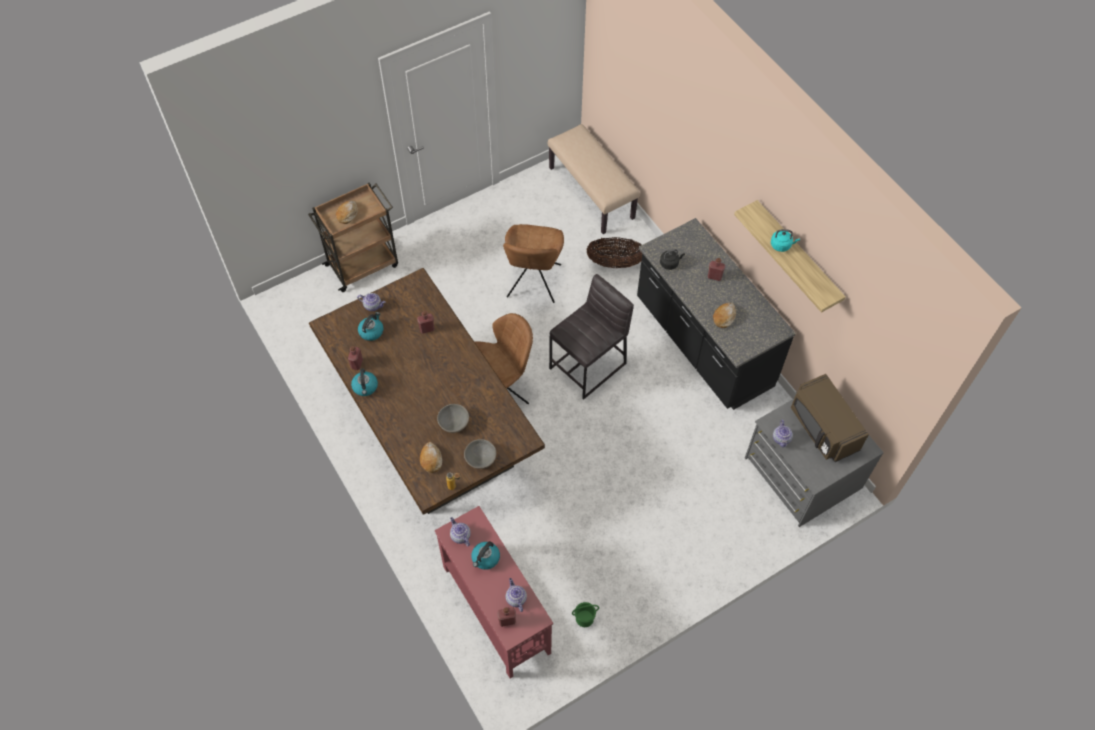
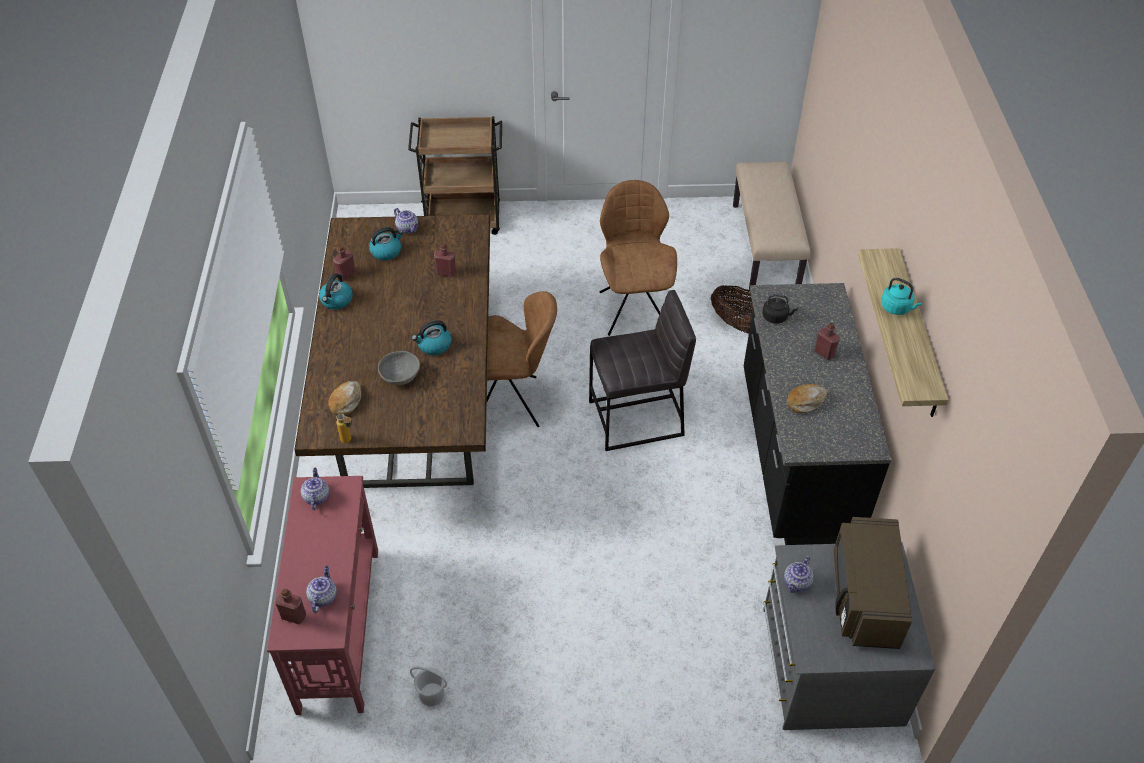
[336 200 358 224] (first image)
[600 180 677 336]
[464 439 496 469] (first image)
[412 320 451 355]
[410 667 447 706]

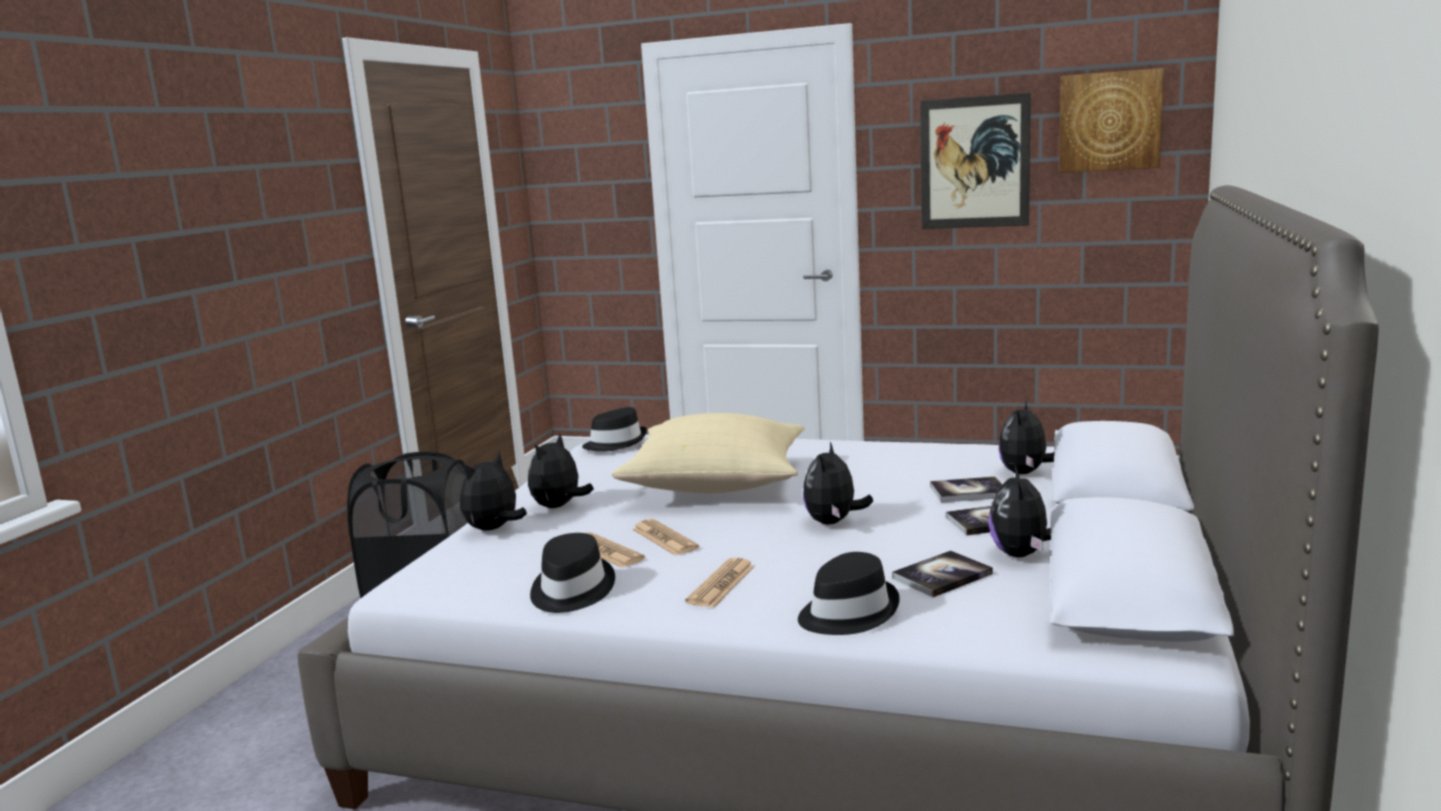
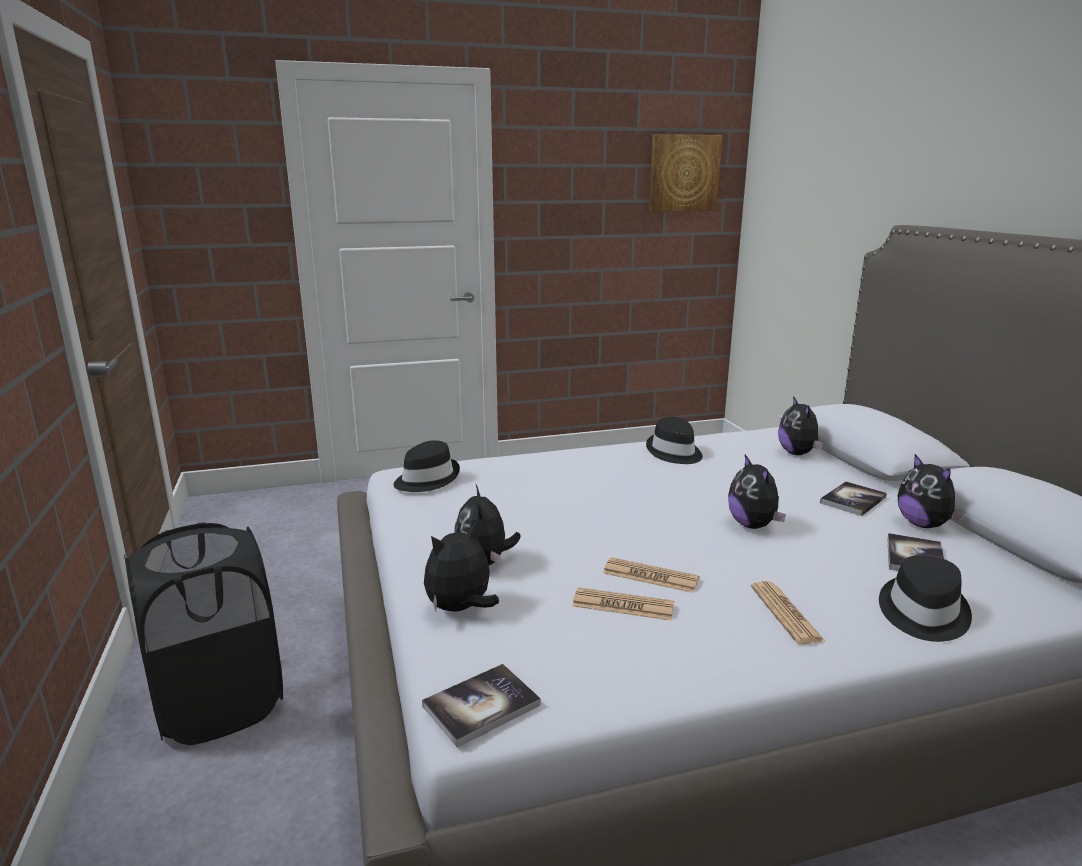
[920 93 1031 229] (first image)
[612 413 805 493] (first image)
[424 522 499 612]
[422 664 541 747]
[646 417 703 464]

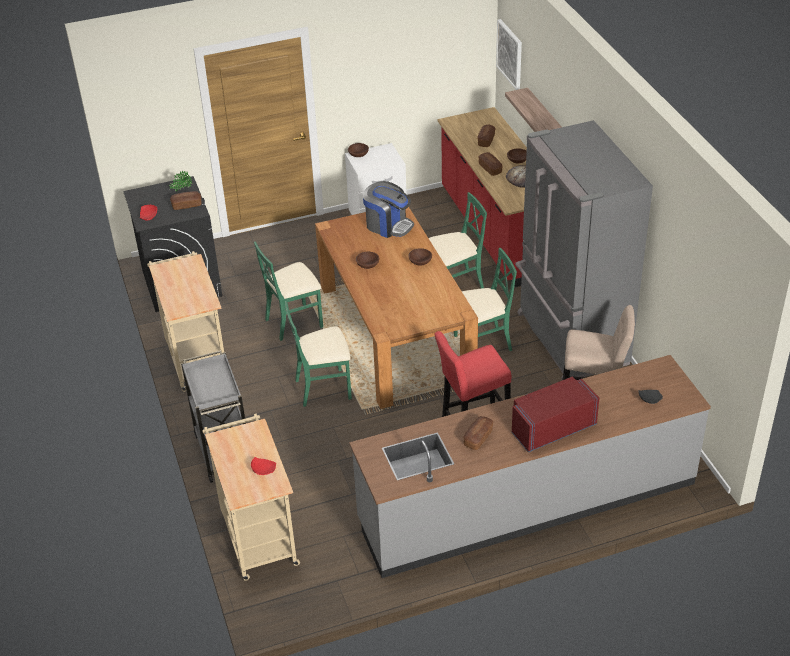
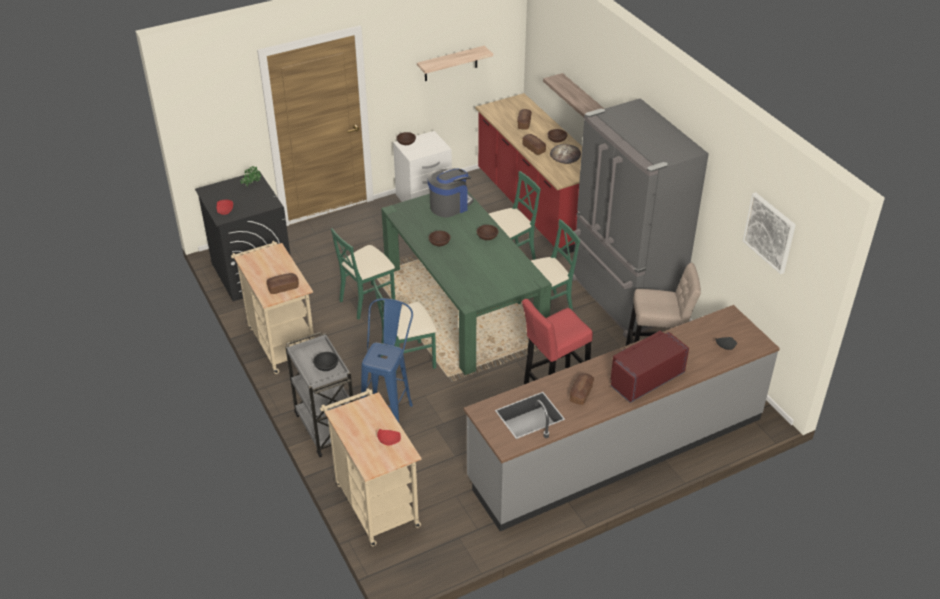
[743 192 796 274]
[427 168 474 217]
[266 273 299 294]
[381 191 552 375]
[417 46 493 81]
[361 298 413 423]
[313 352 339 371]

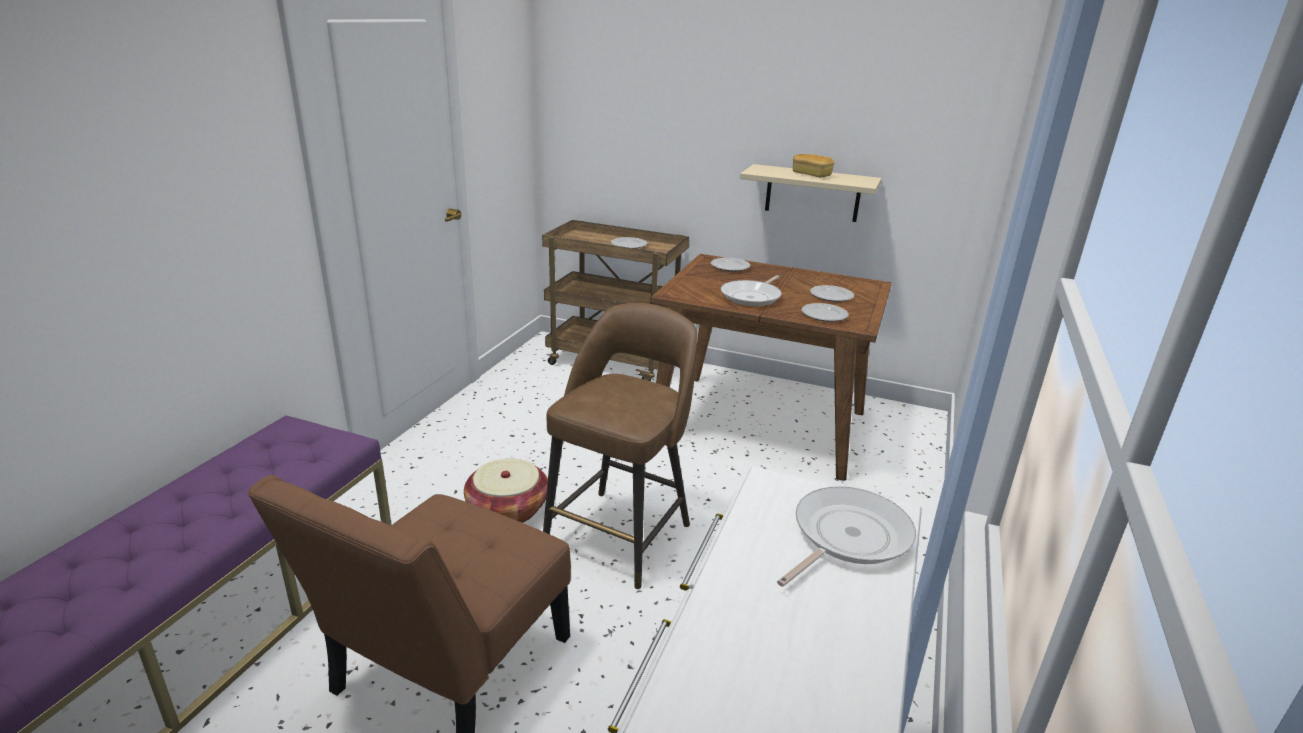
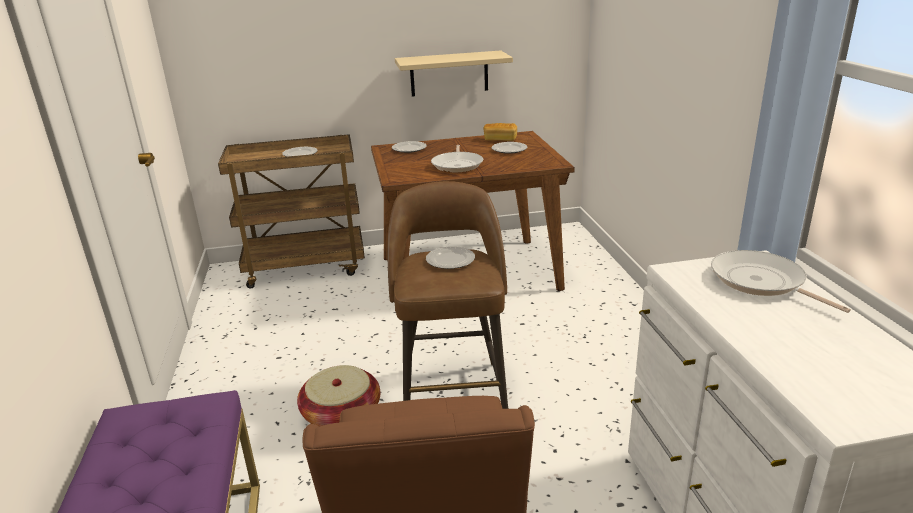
[483 123 517 141]
[426 246 475 269]
[711 250 851 313]

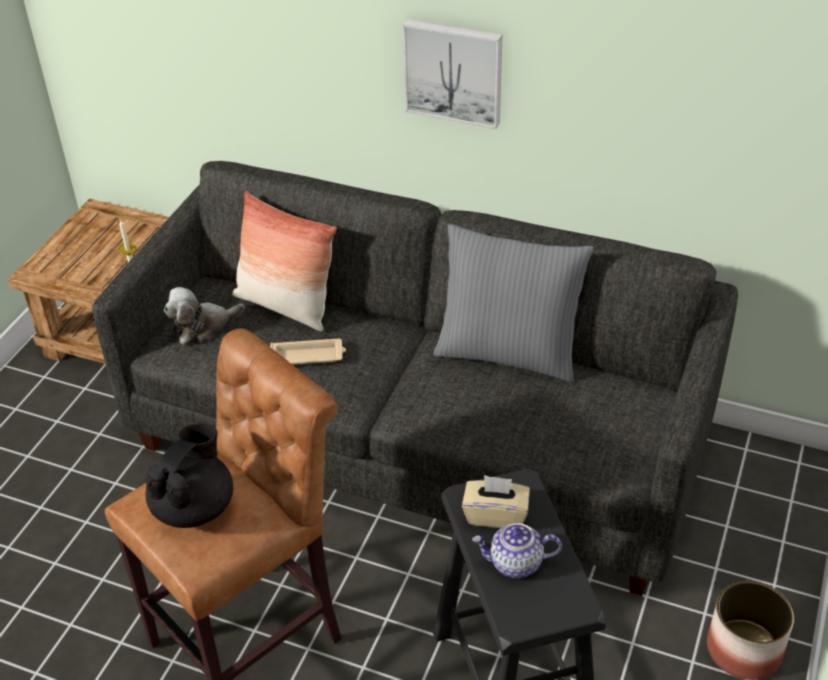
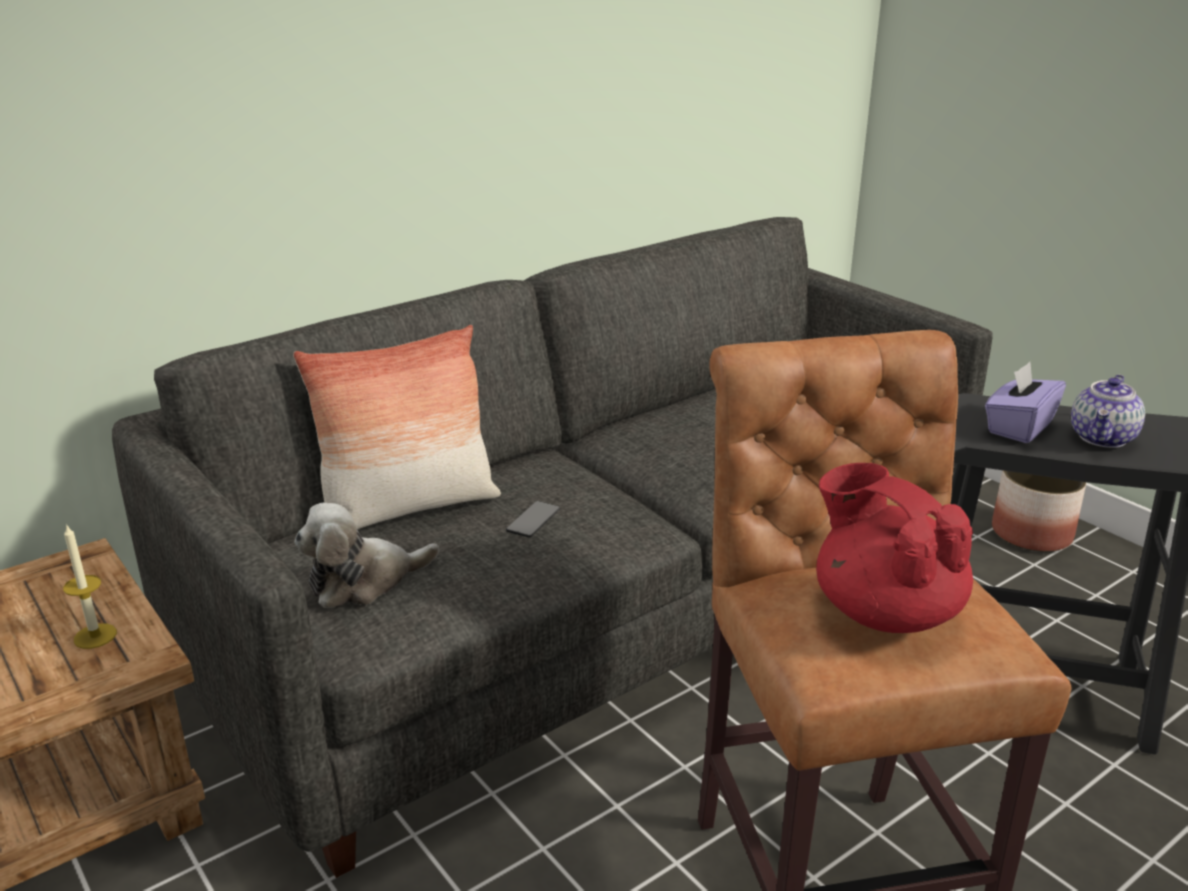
[403 19 502 129] (first image)
[434 224 594 382] (first image)
[295 503 439 608]
[506 501 560 538]
[816 463 973 633]
[985 362 1066 443]

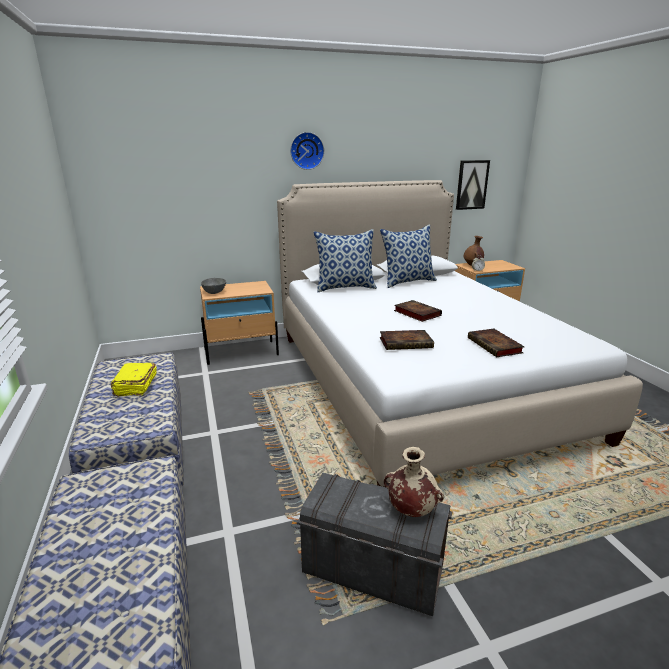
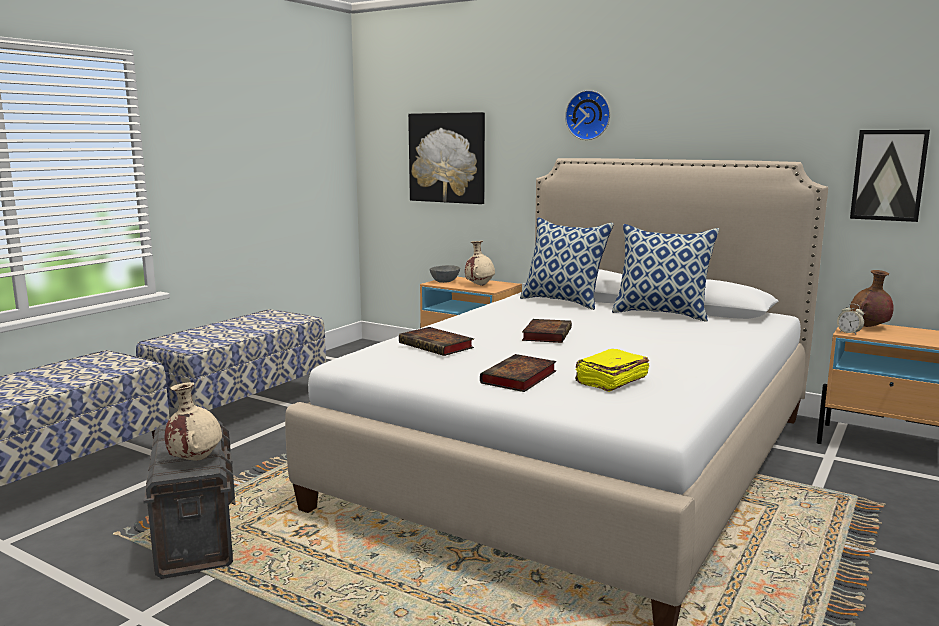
[575 349 649 392]
[408 112 485 204]
[465 241 495 286]

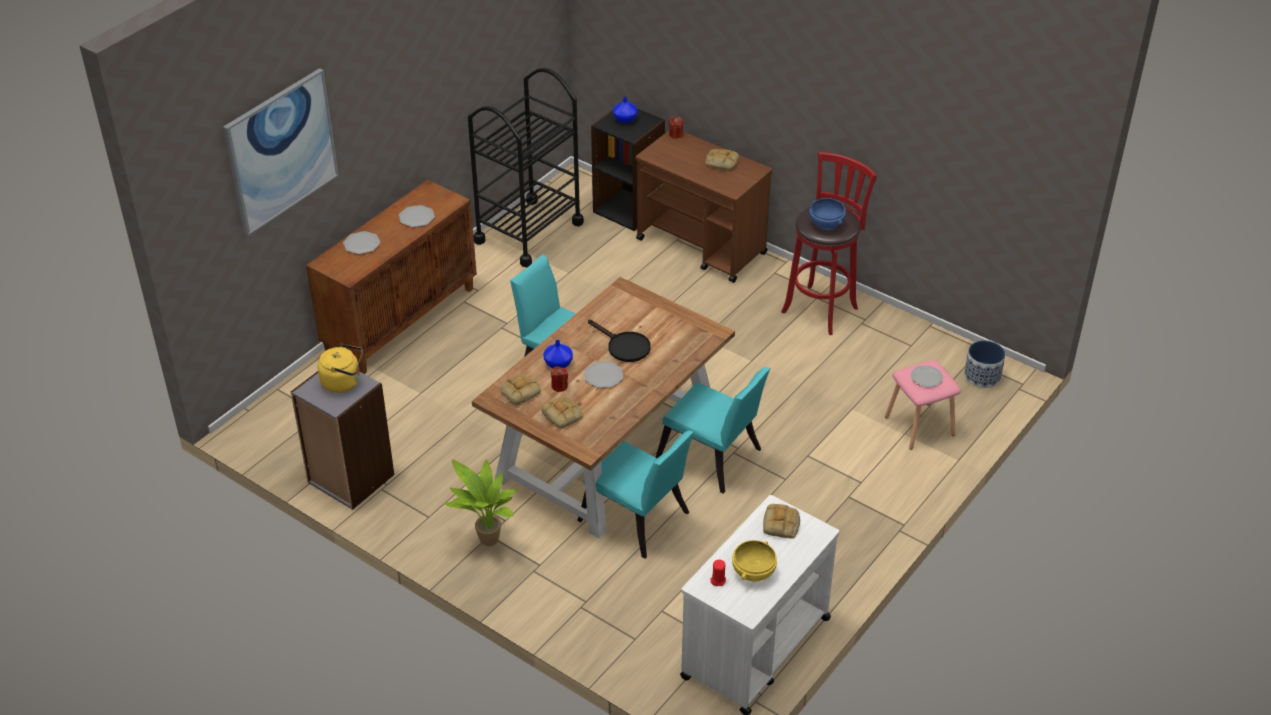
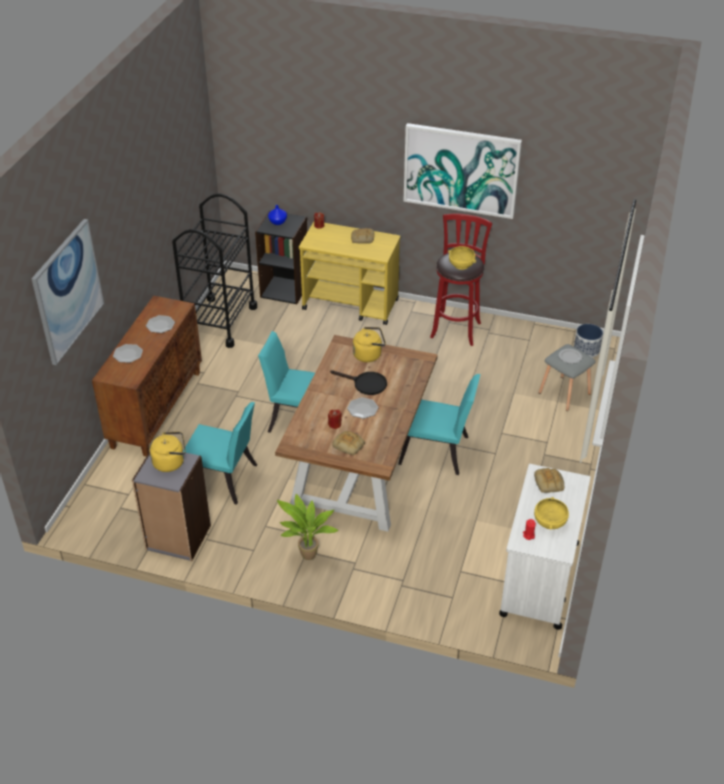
[299 222 401 325]
[448 246 476 270]
[543 340 573 369] (first image)
[539 344 596 411]
[500 375 541 405] (first image)
[183 402 257 505]
[403 123 522 219]
[353 327 386 362]

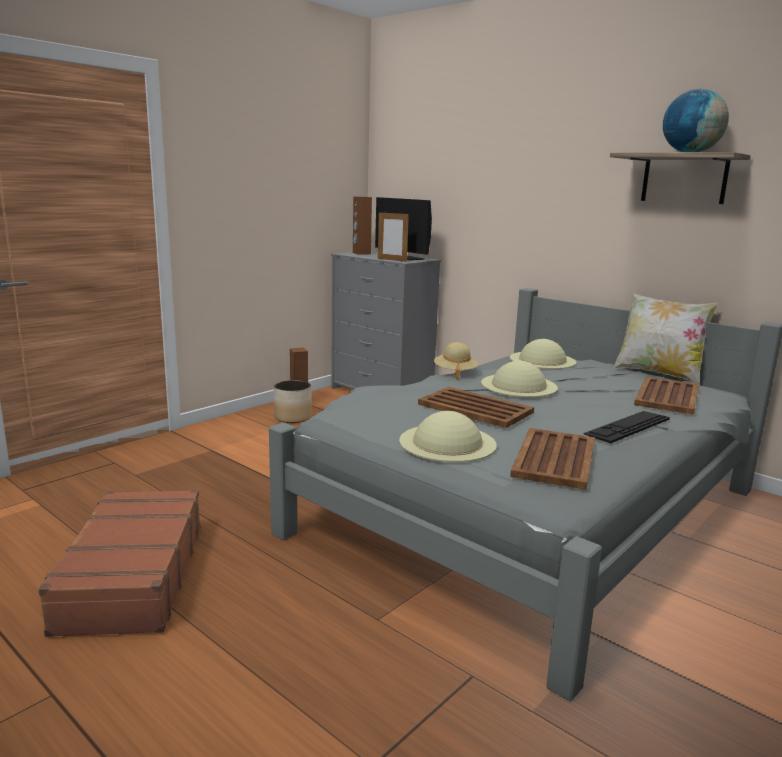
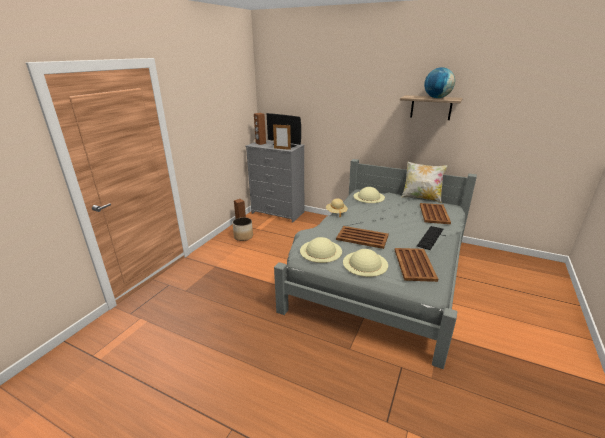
[300 237 342 263]
[38 489 201 637] (first image)

